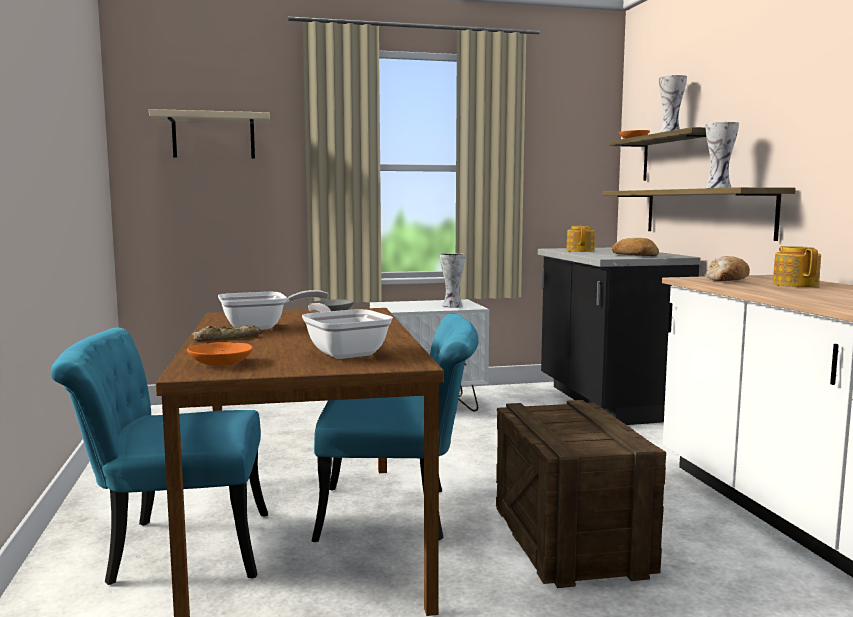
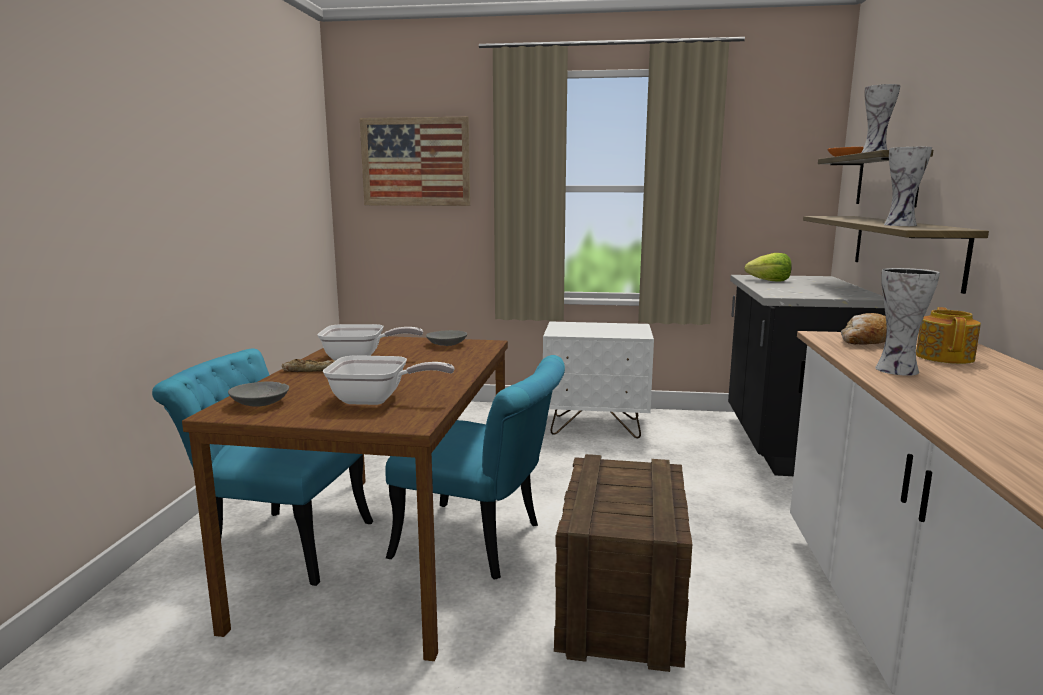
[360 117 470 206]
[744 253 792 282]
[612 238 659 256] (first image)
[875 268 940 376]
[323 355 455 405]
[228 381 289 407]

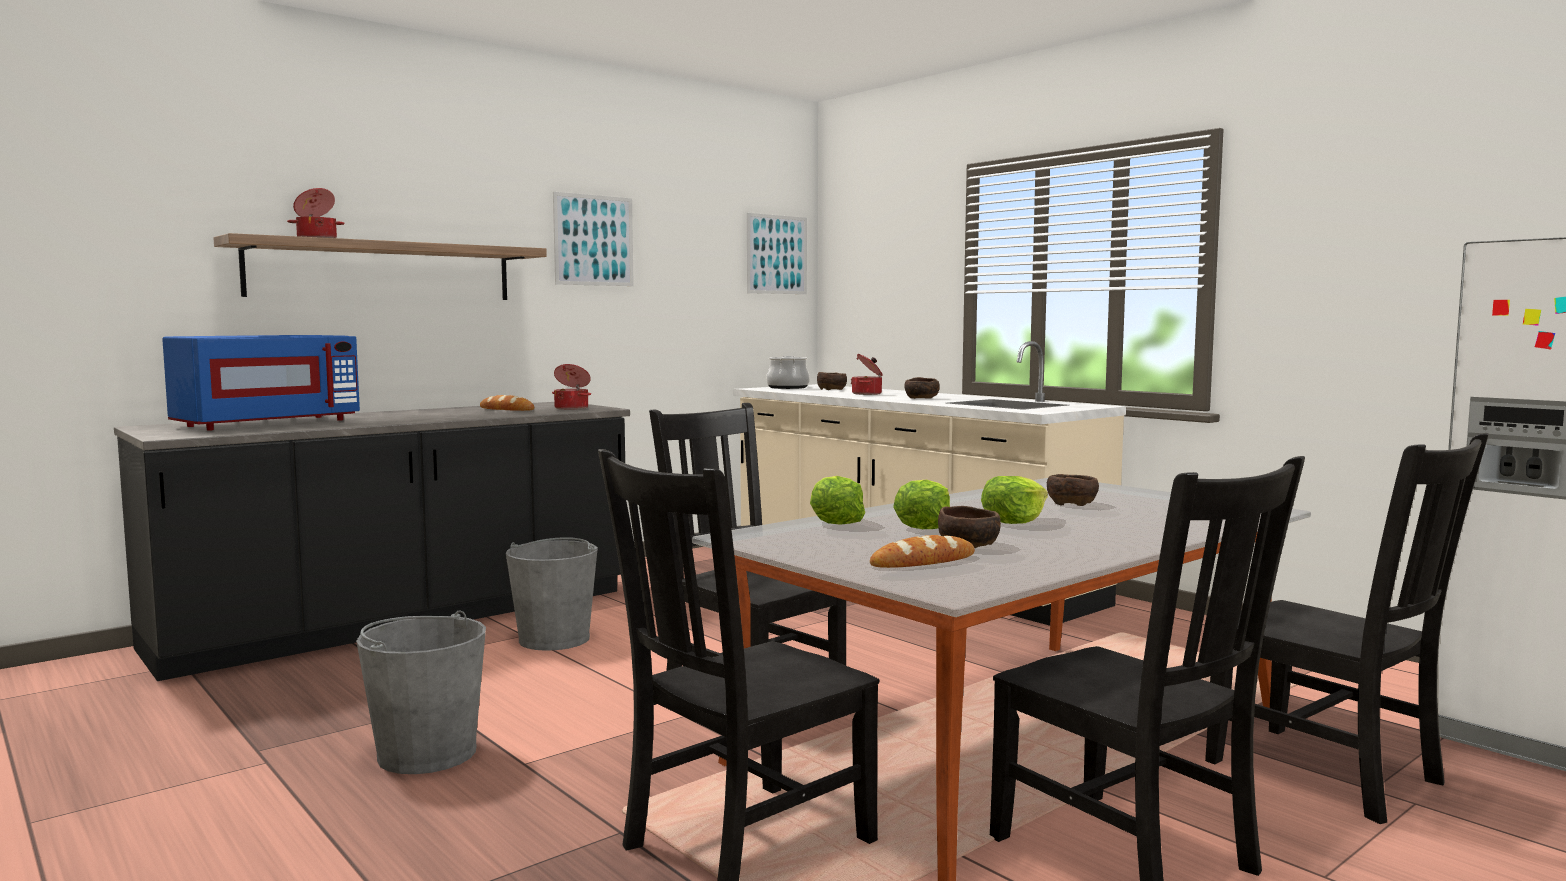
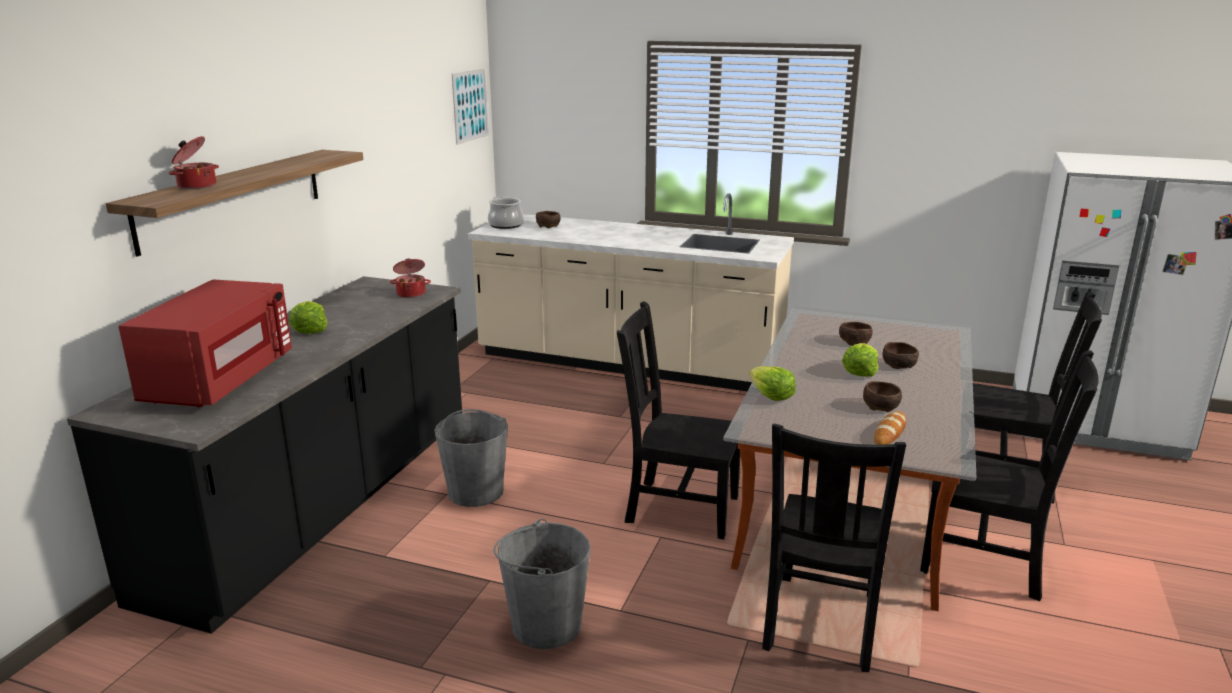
[553 192 634 286] (first image)
[119 279 292 407]
[851 354 883 395] (first image)
[882 342 919 369]
[480 395 534 411] (first image)
[289 301 327 334]

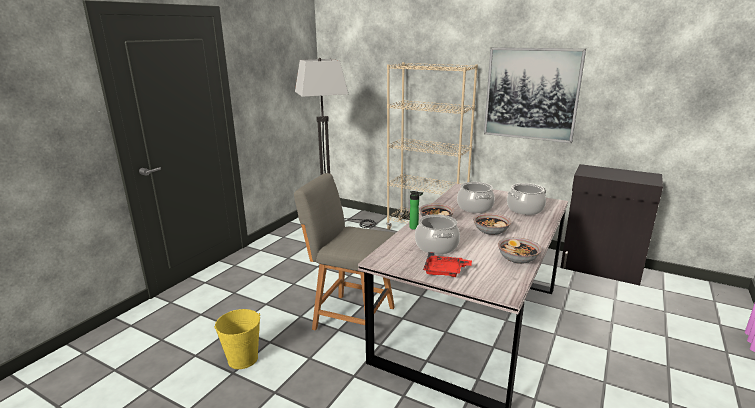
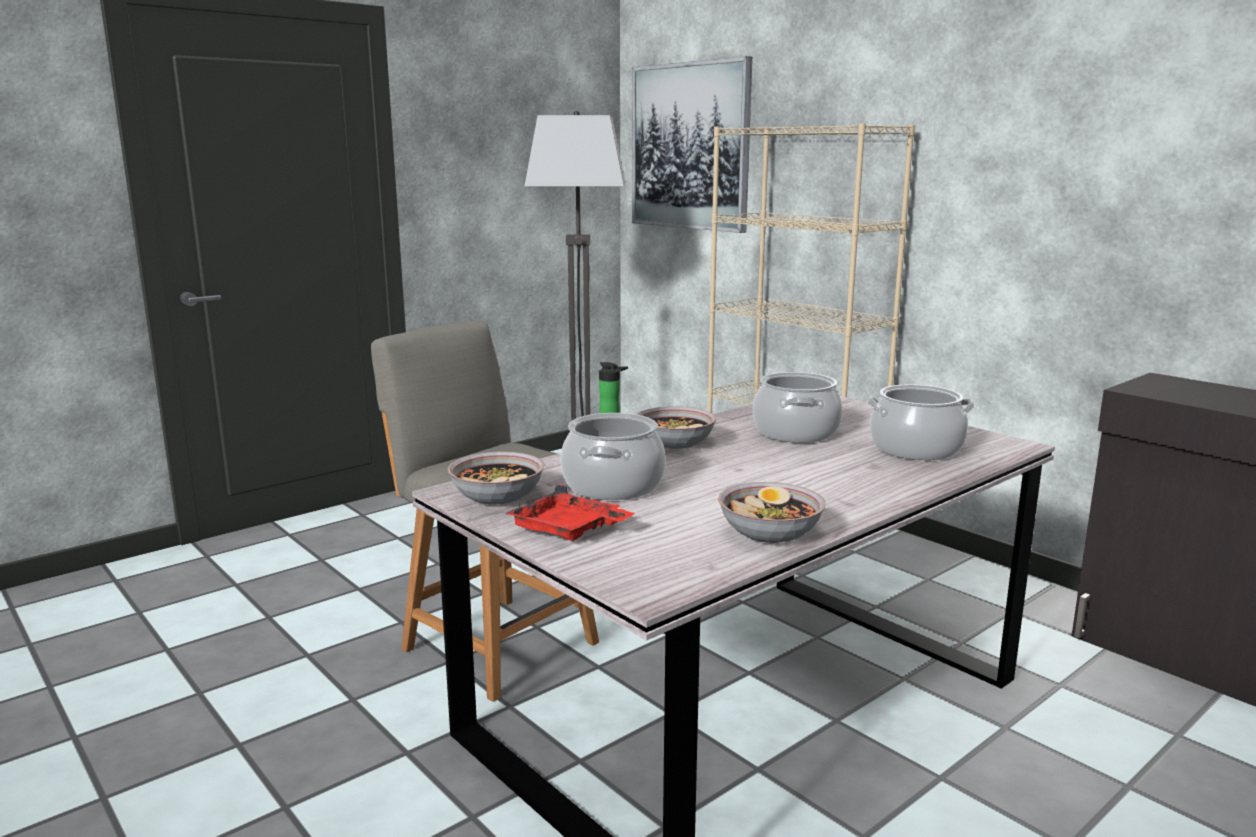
[632 56 752 233]
[447 452 545 505]
[214 309 260 369] (first image)

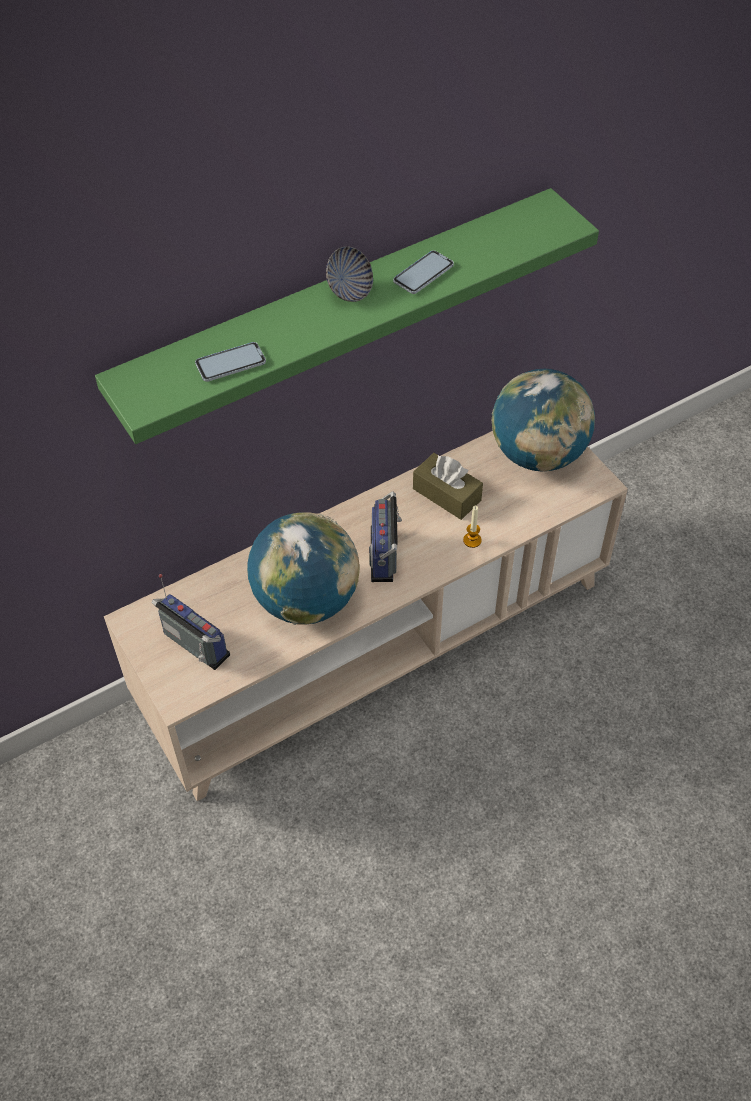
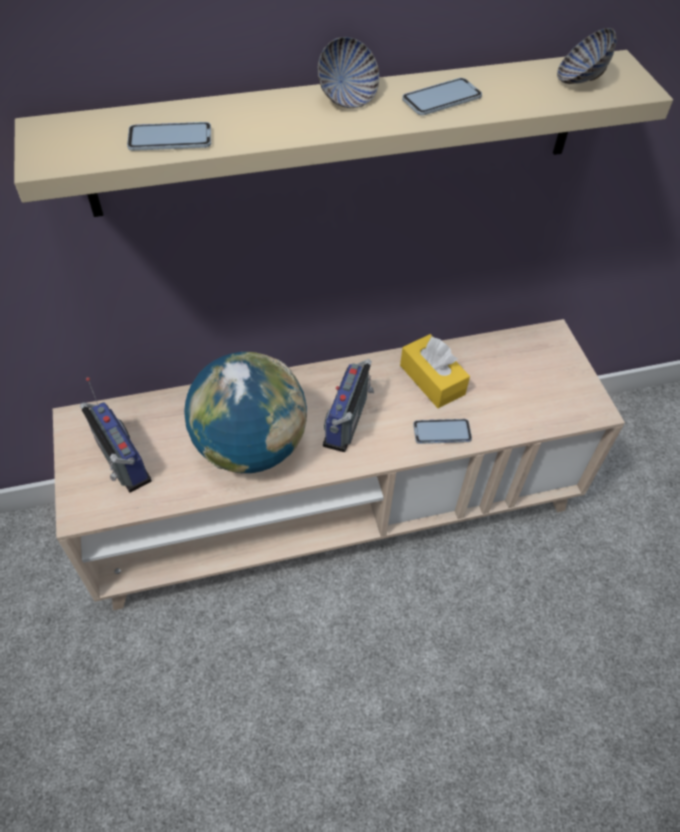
[14 50 673 217]
[492 369 595 471] (first image)
[400 334 470 408]
[413 419 472 444]
[557 28 617 84]

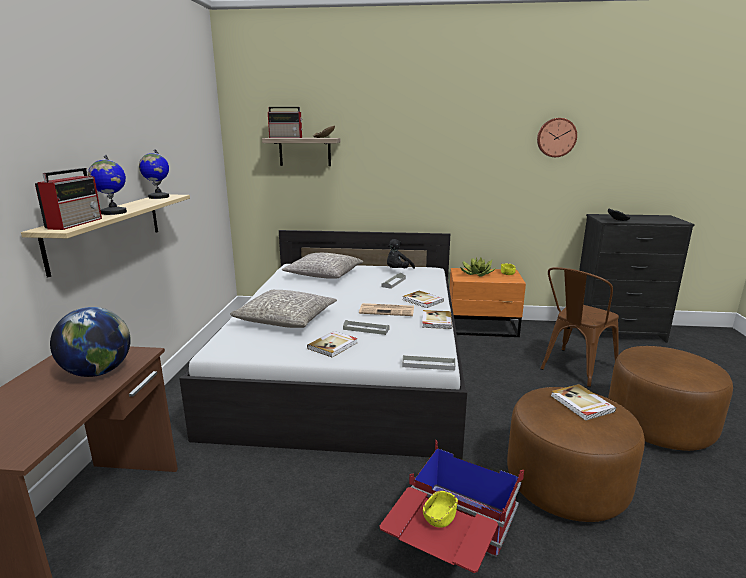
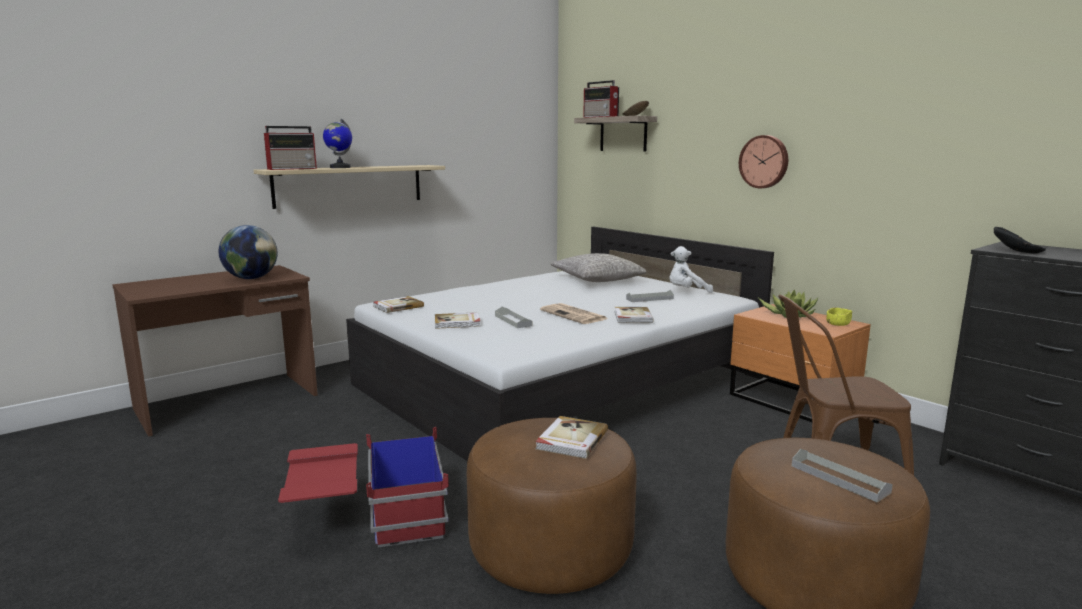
[739 135 788 188]
[139 149 169 199] (first image)
[670 246 713 293]
[230 290 337 328] (first image)
[373 296 424 313]
[792 449 893 502]
[423 491 458 528] (first image)

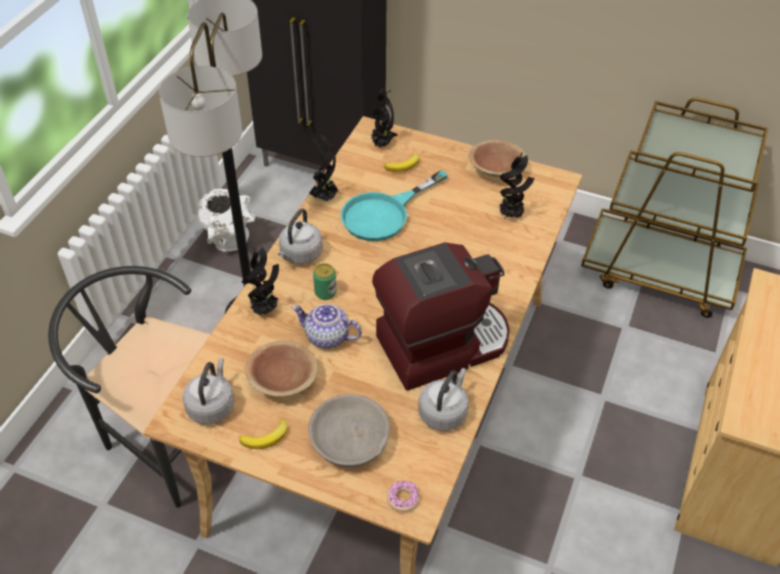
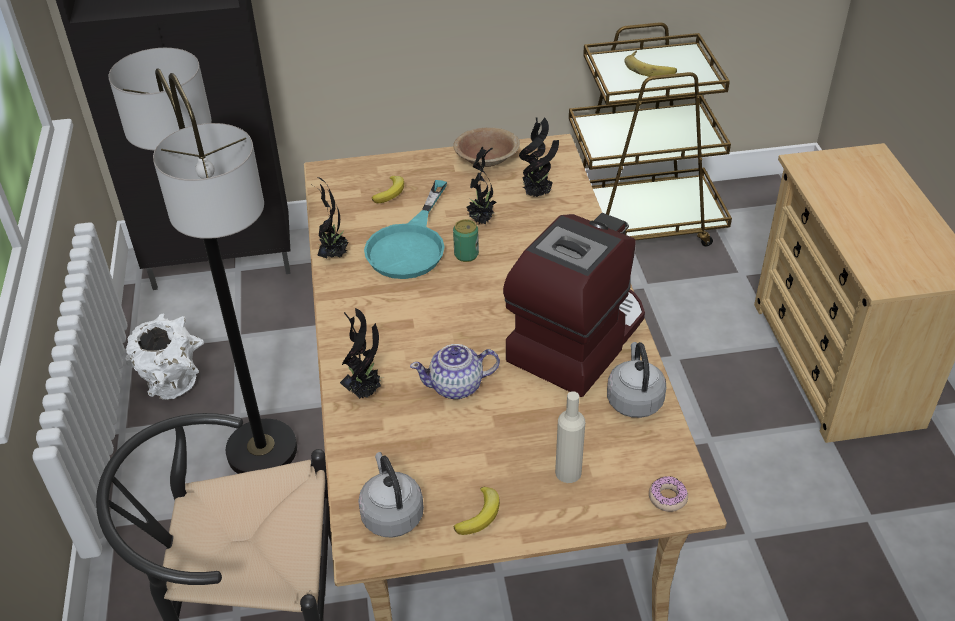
[467 146 497 224]
[278 208 322 264] (first image)
[453 219 479 262]
[245 341 318 396] (first image)
[555 391 585 483]
[625 50 677 77]

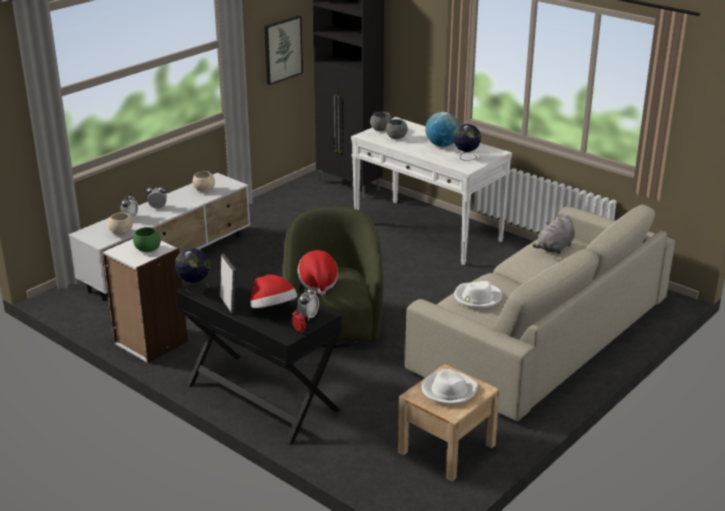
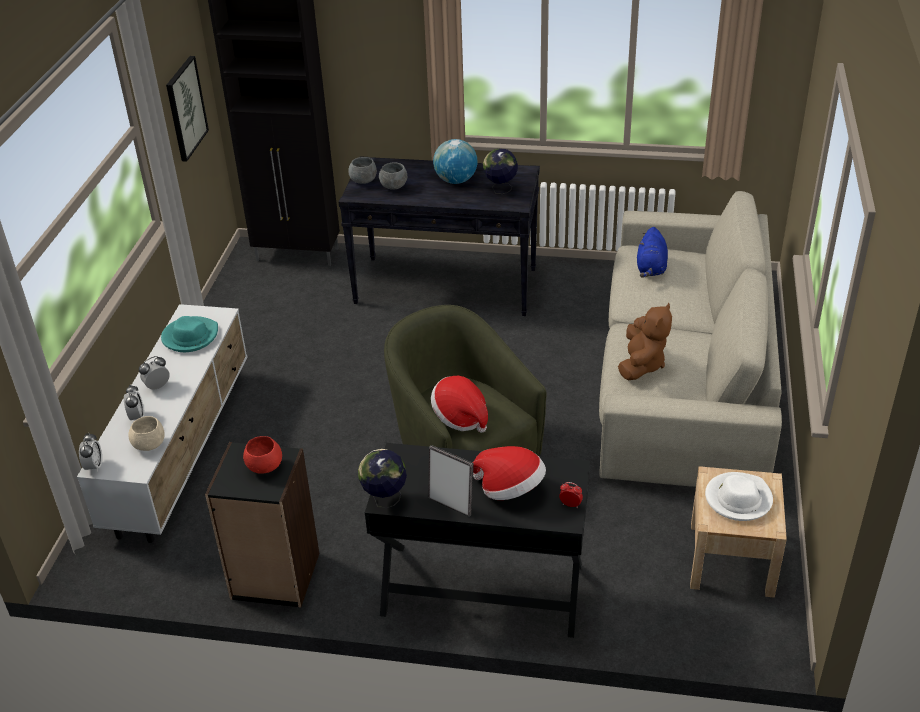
[339 156 540 316]
[161 316 218 352]
[637 227 668 278]
[243 436 282 474]
[205 442 319 608]
[618 303 672 380]
[79 433 102 472]

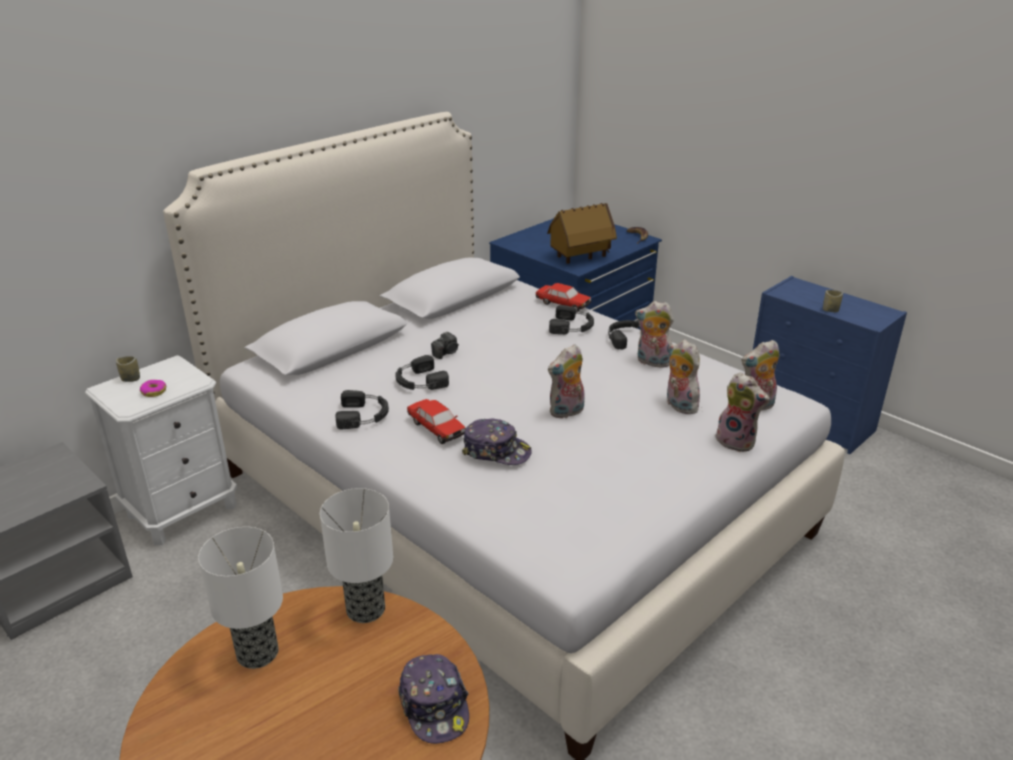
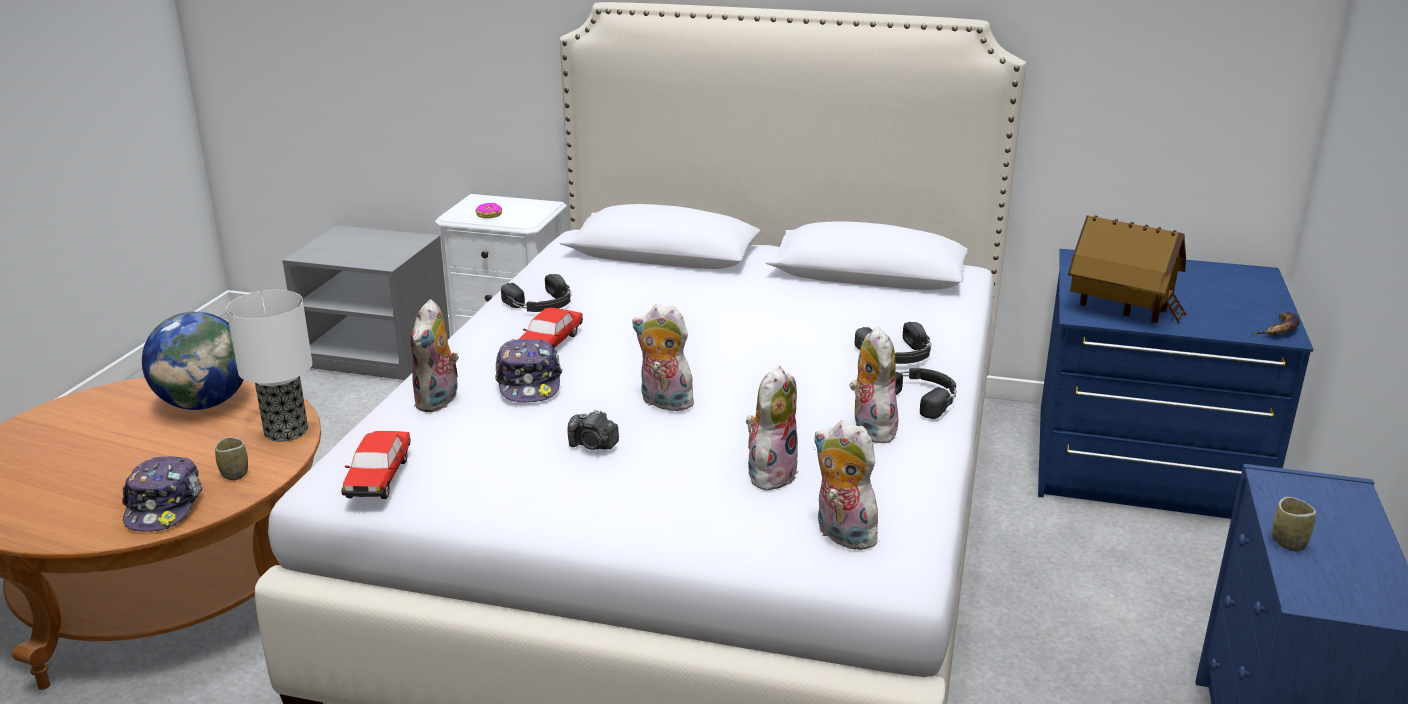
[341 431 411 499]
[567 410 619 450]
[395 355 449 390] (first image)
[215 437 248 480]
[411 299 459 412]
[142 312 244 410]
[122 456 203 532]

